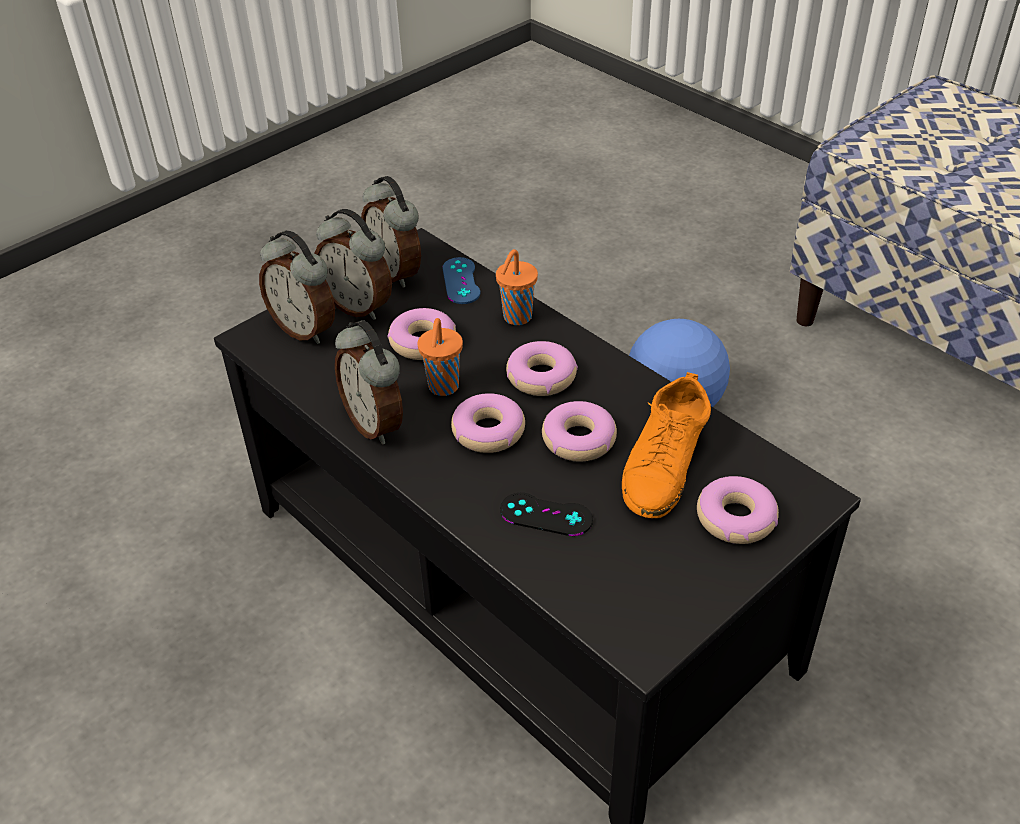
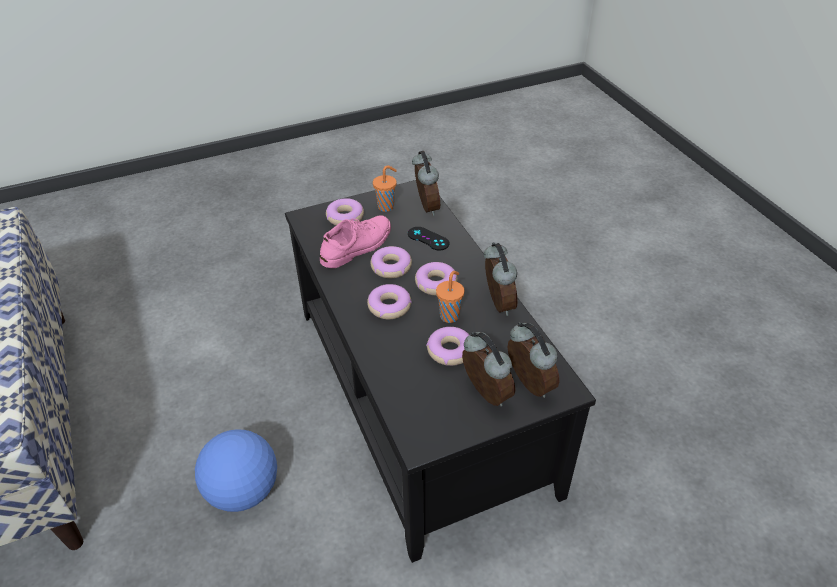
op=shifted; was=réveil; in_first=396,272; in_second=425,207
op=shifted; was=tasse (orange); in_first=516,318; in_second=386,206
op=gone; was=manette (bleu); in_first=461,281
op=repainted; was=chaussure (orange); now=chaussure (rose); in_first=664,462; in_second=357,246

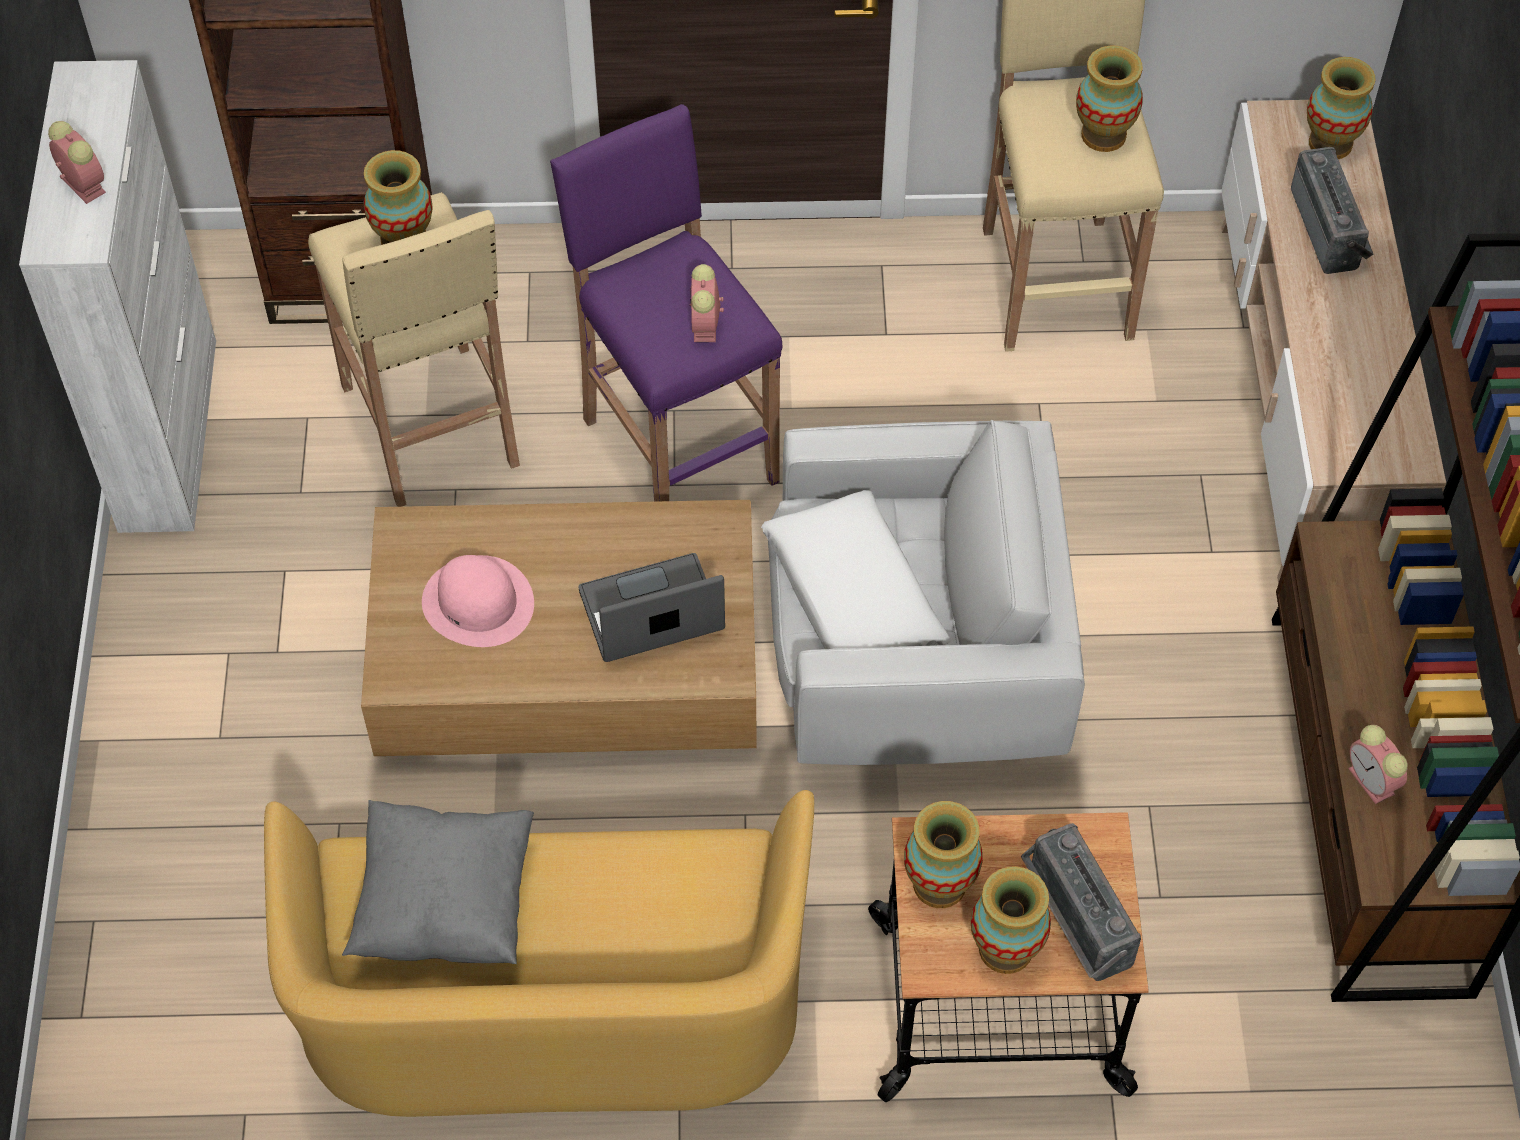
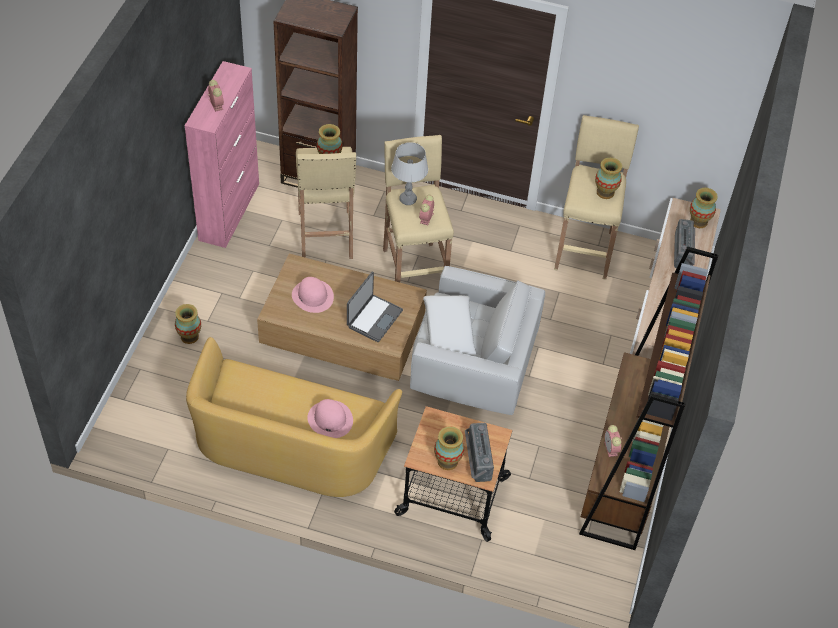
op=repainted; was=meuble de rangement (blanc); now=meuble de rangement (rose); in_first=169,433; in_second=229,211
op=repainted; was=tabouret (violet); now=tabouret (beige); in_first=677,447; in_second=414,269
op=rotated; was=ordinateur portable; in_first=652,614; in_second=374,318; clockwise=120
op=gone; was=coussin (gris); in_first=445,904
op=shifted; was=vase; in_first=939,883; in_second=189,336
op=new; now=lampe de table (gris); in_second=407,199
op=new; now=chapeau (rose); in_second=330,419

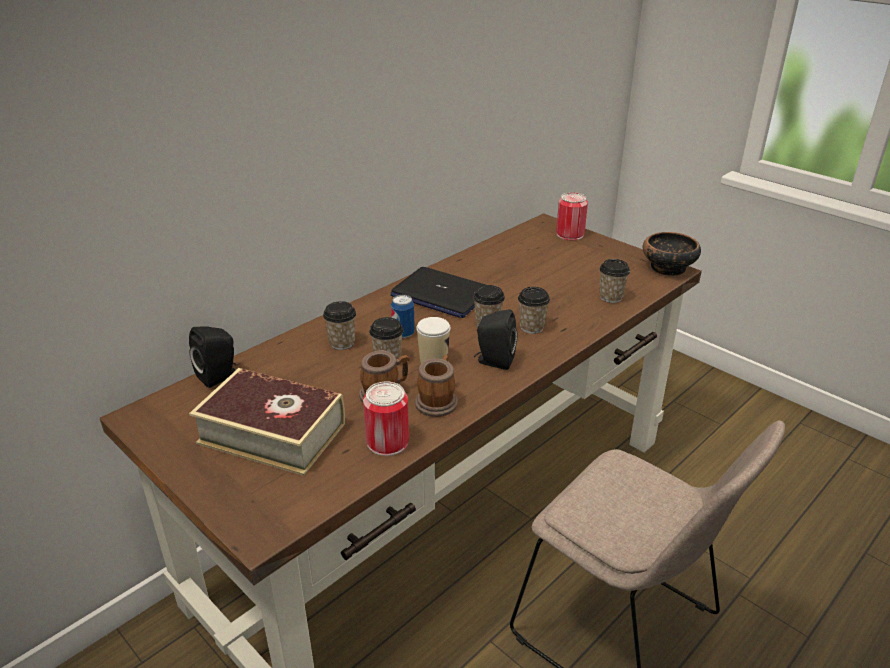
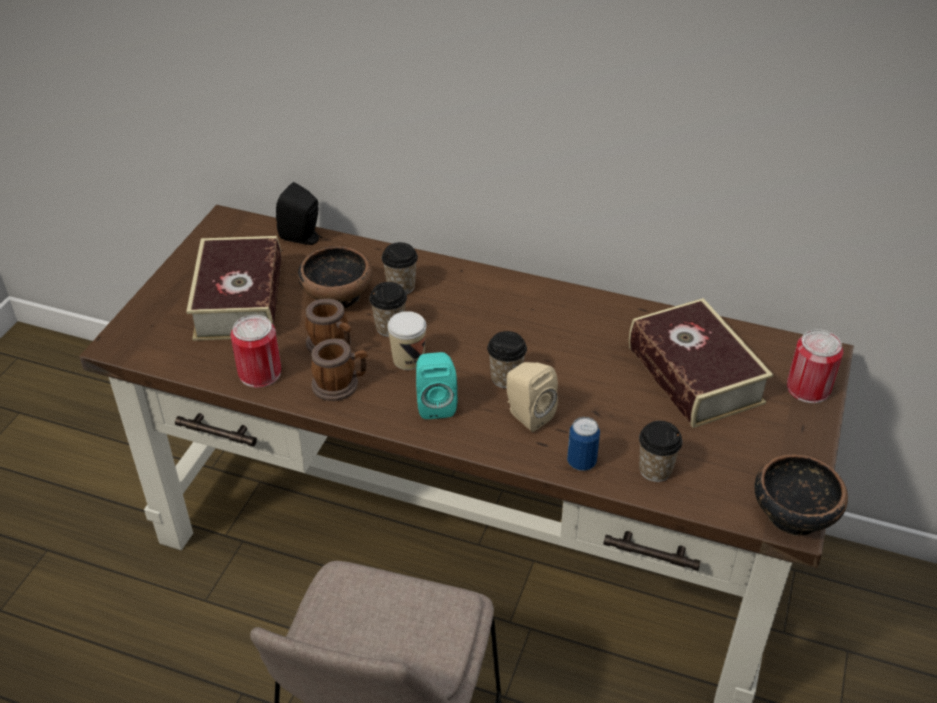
op=gone; was=ordinateur portable; in_first=440,294
op=swapped; was=tasse; now=enceinte (beige); in_first=531,327; in_second=527,415
op=shifted; was=boîte métallique; in_first=403,334; in_second=581,462
op=repainted; was=enceinte (noir); now=enceinte (turquoise); in_first=493,361; in_second=435,404
op=new; now=bol; in_second=338,295
op=new; now=livre; in_second=694,375

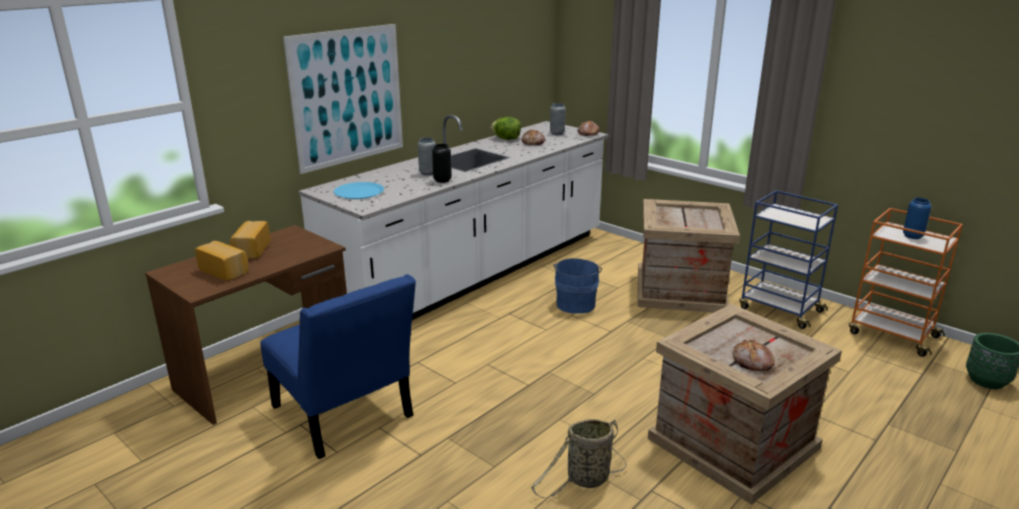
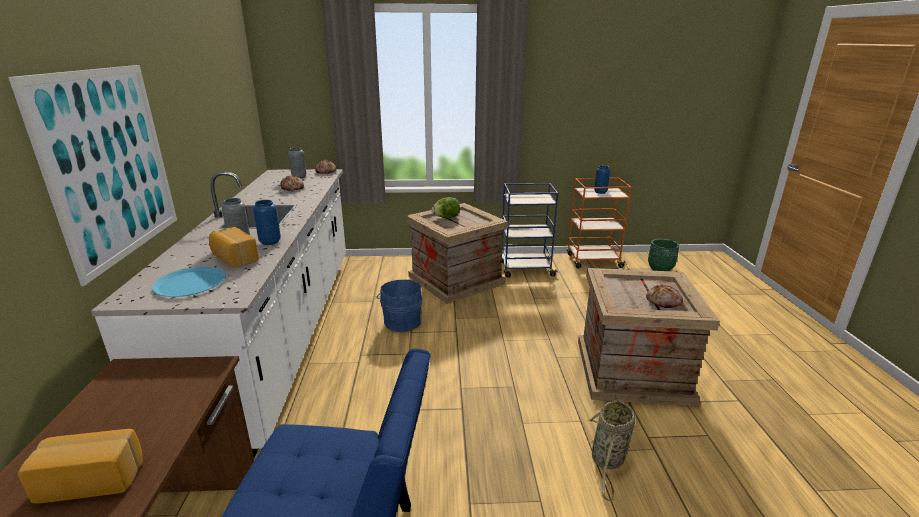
op=shifted; was=laitue; in_first=506,139; in_second=446,217
op=repainted; was=vase (noir); now=vase (bleu); in_first=442,180; in_second=270,242
op=shifted; was=pain; in_first=250,250; in_second=234,258

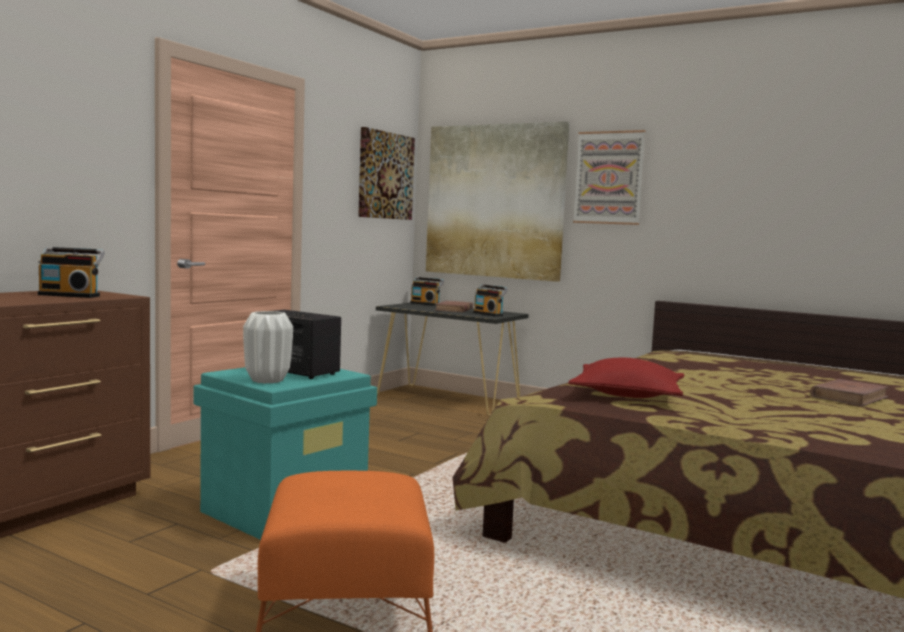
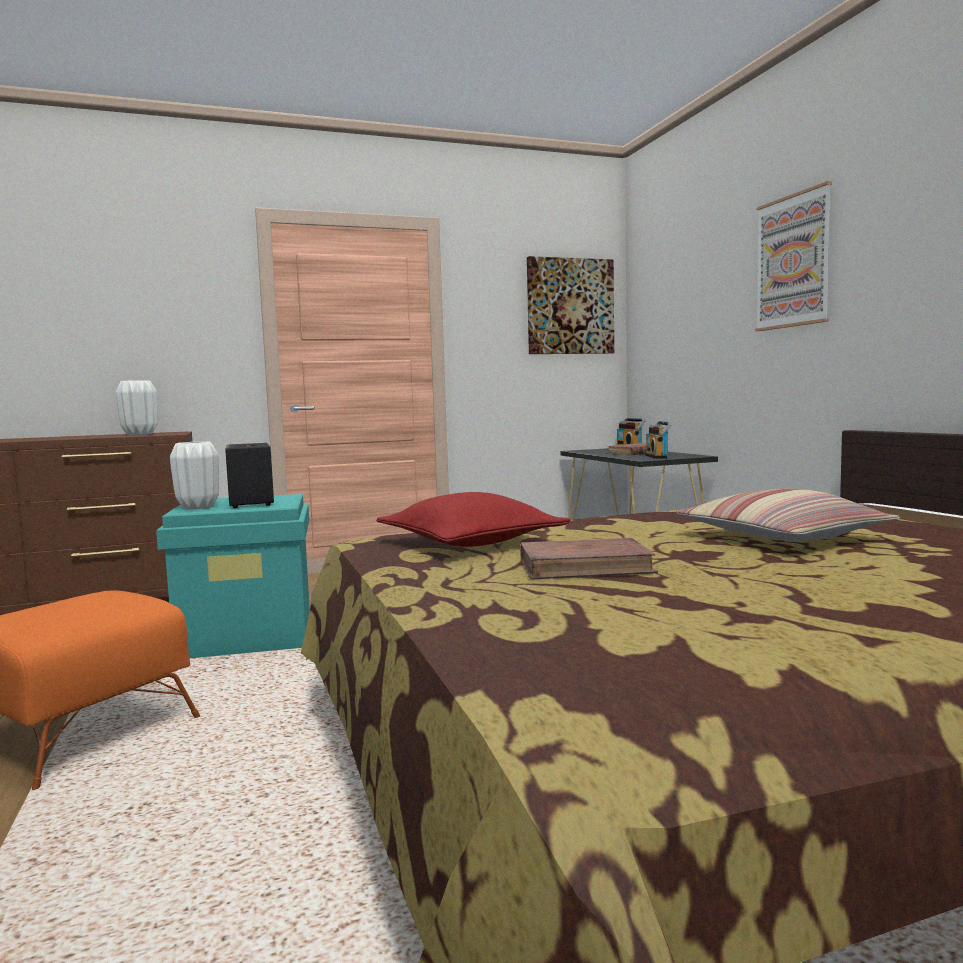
op=gone; was=tableau; in_first=495,201
op=swapped; was=radio; now=vase (blanc); in_first=70,295; in_second=140,434
op=shifted; was=livre (marron); in_first=849,397; in_second=585,566
op=new; now=coussin; in_second=782,537

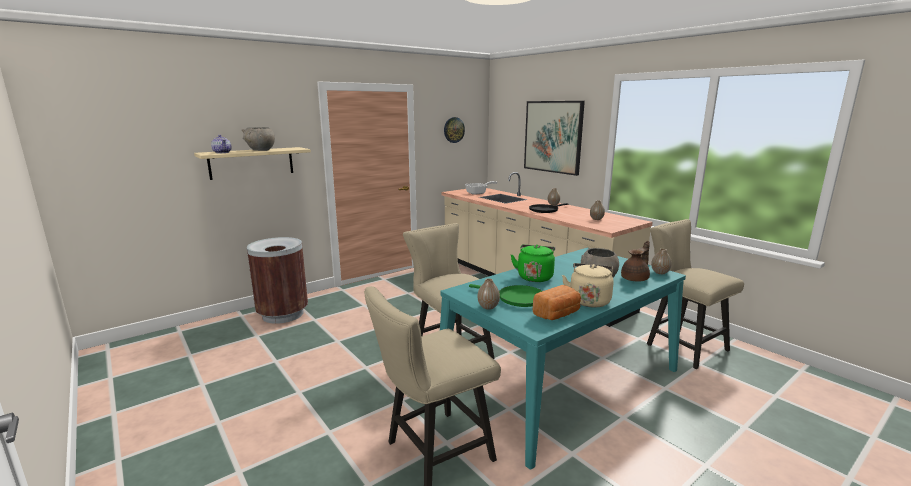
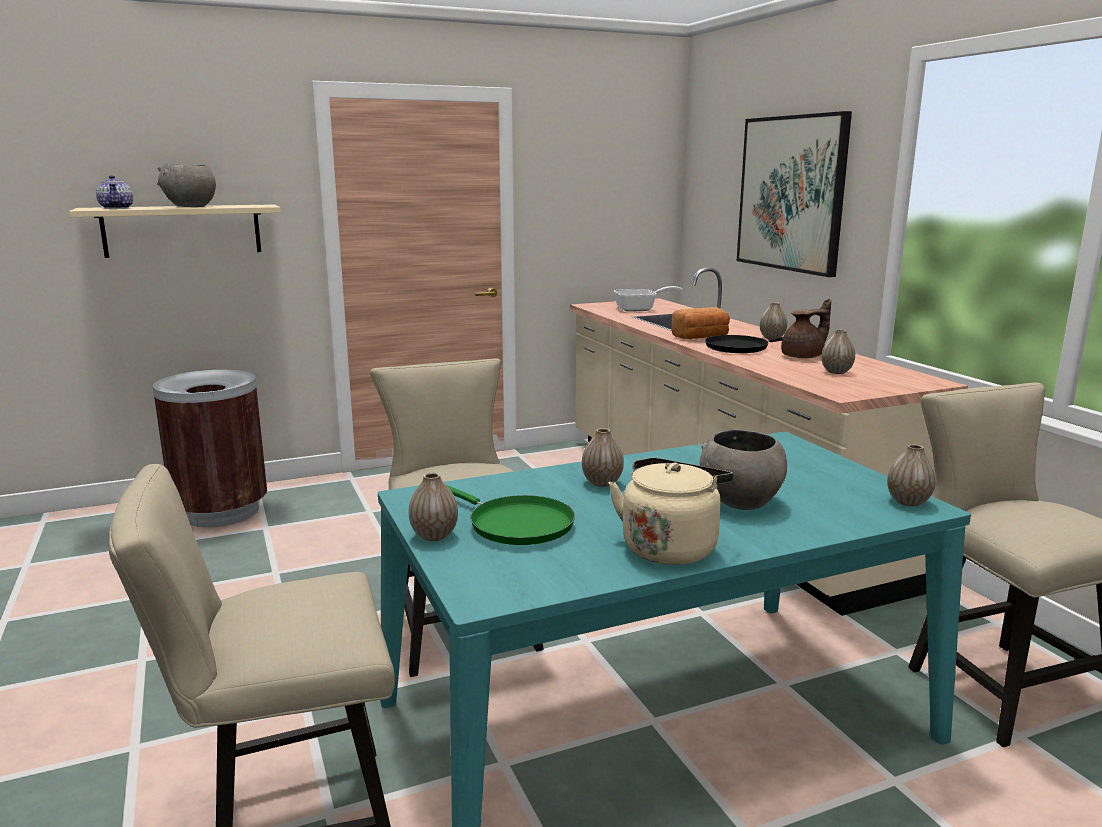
op=gone; was=horloge murale; in_first=453,130
op=shifted; was=théière (marron); in_first=635,279; in_second=804,356
op=swapped; was=bouilloire (vert); now=vase; in_first=535,277; in_second=602,483
op=shifted; was=pain; in_first=557,314; in_second=701,337

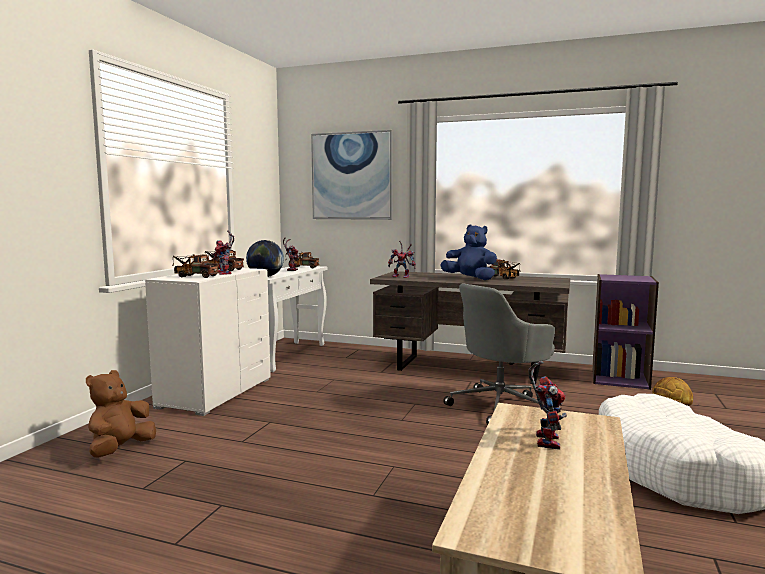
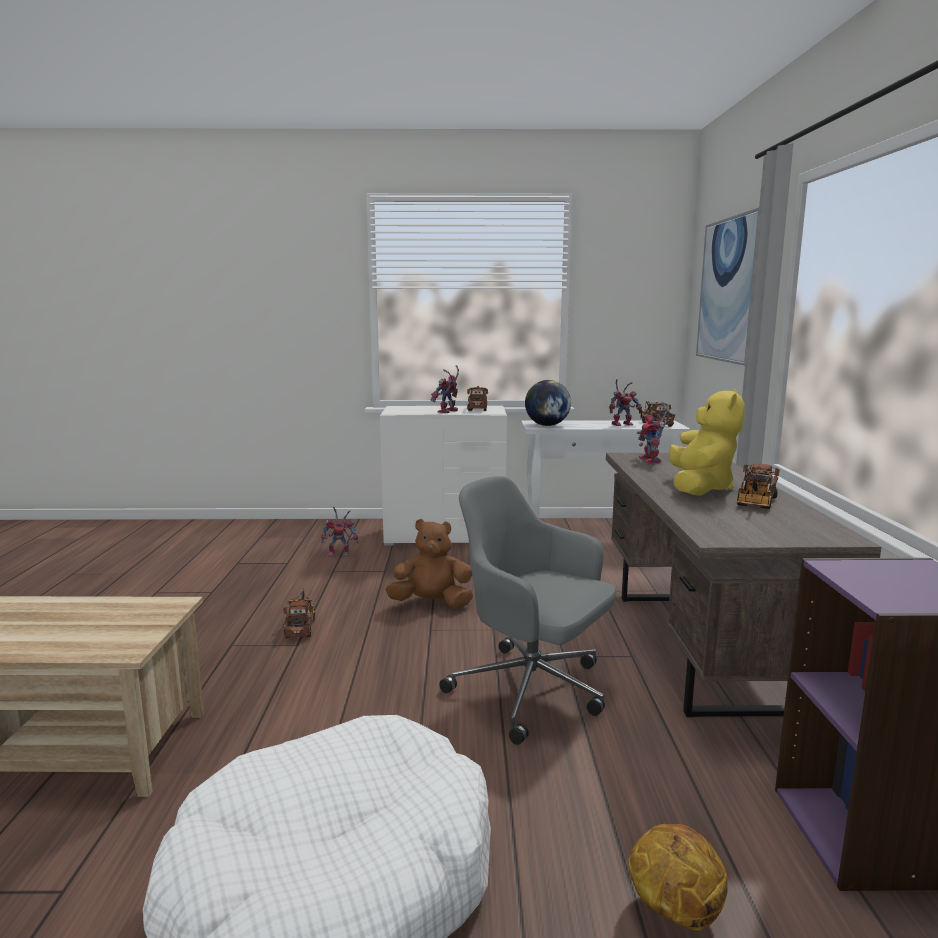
op=repainted; was=peluche (bleu); now=peluche (jaune); in_first=470,279; in_second=700,488
op=shifted; was=camion jouet; in_first=194,276; in_second=301,626
op=shifted; was=robot jouet; in_first=544,439; in_second=341,553
op=shifted; was=peluche (marron); in_first=120,449; in_second=432,603

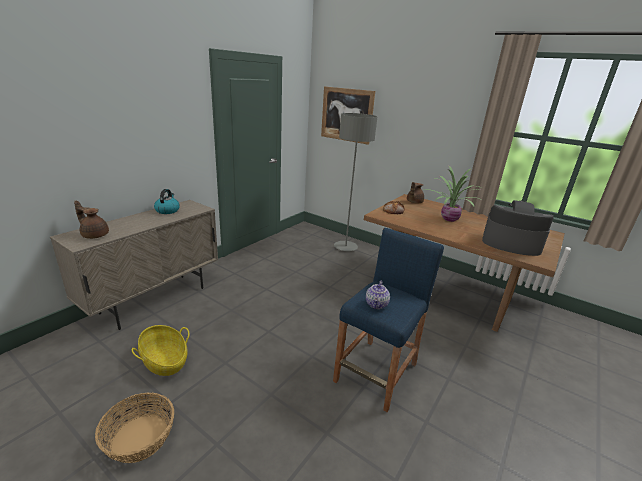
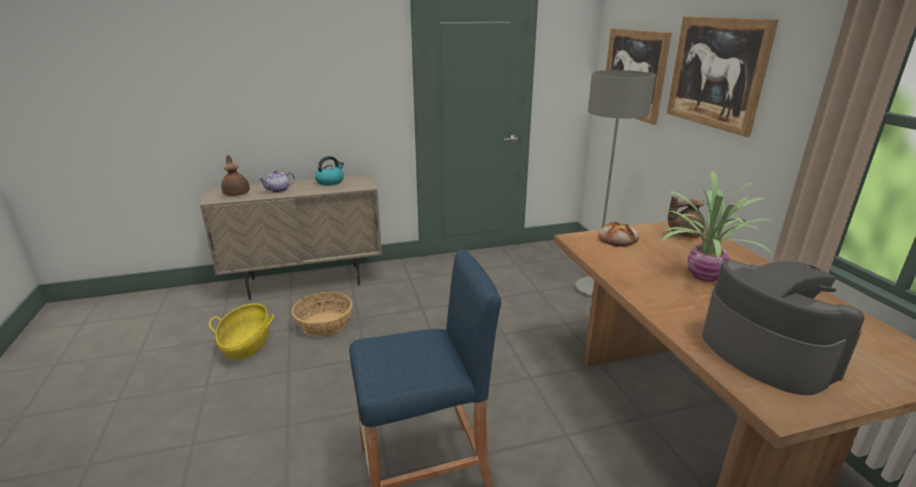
op=shifted; was=théière; in_first=377,305; in_second=278,190
op=shifted; was=panier; in_first=139,438; in_second=324,324
op=new; now=tableau; in_second=716,73

